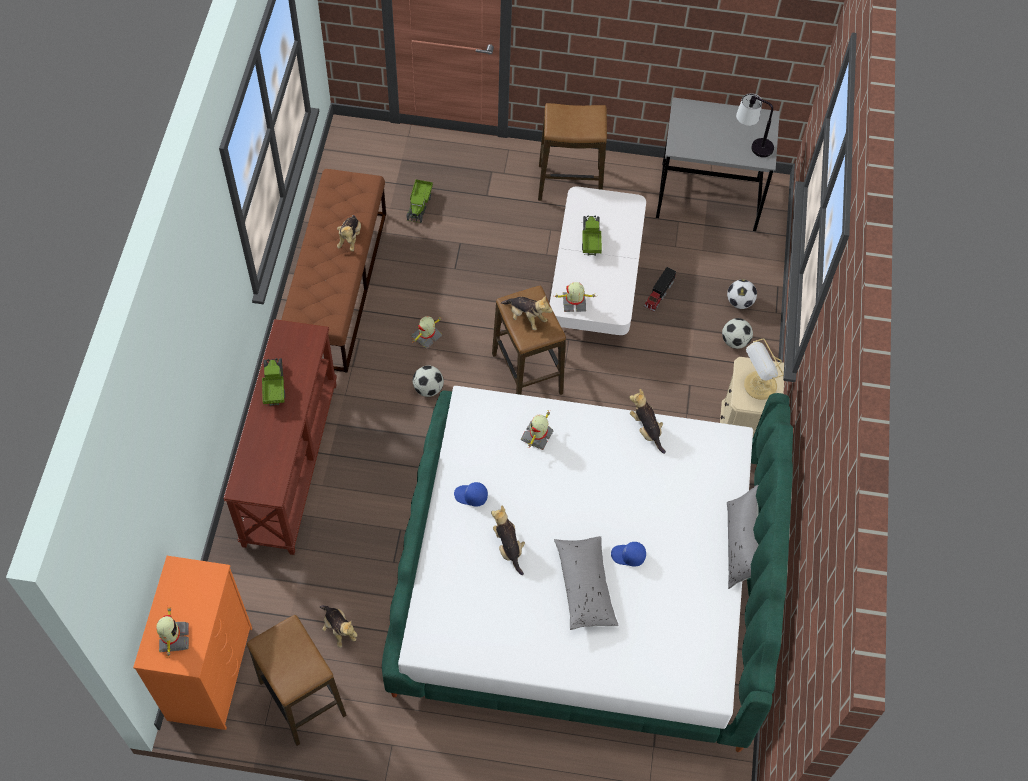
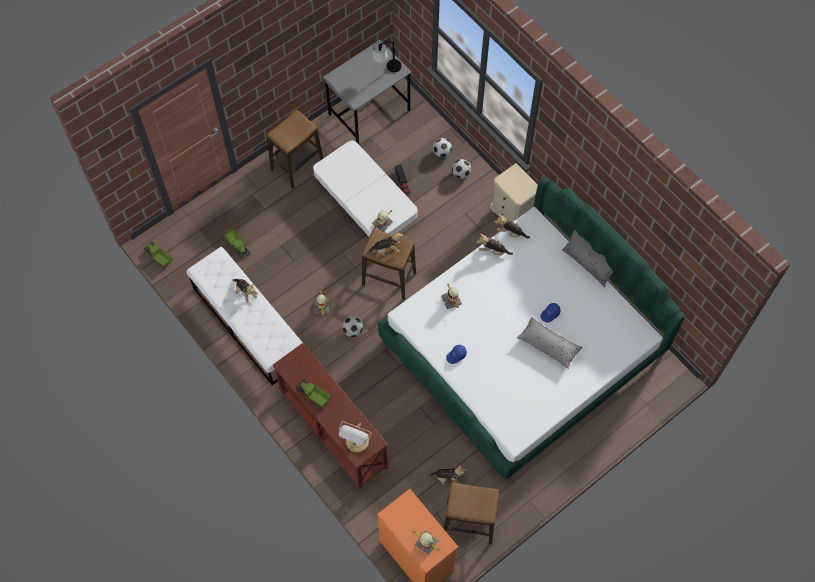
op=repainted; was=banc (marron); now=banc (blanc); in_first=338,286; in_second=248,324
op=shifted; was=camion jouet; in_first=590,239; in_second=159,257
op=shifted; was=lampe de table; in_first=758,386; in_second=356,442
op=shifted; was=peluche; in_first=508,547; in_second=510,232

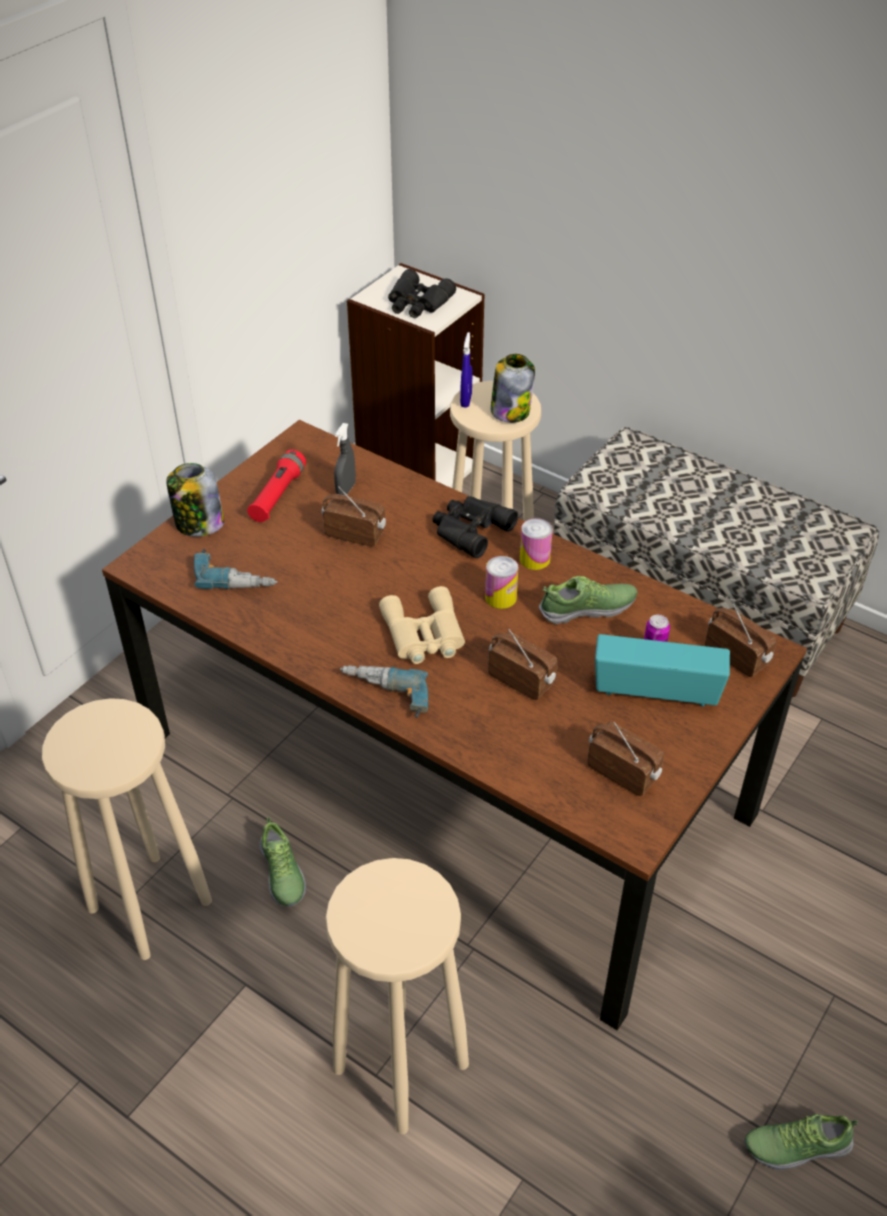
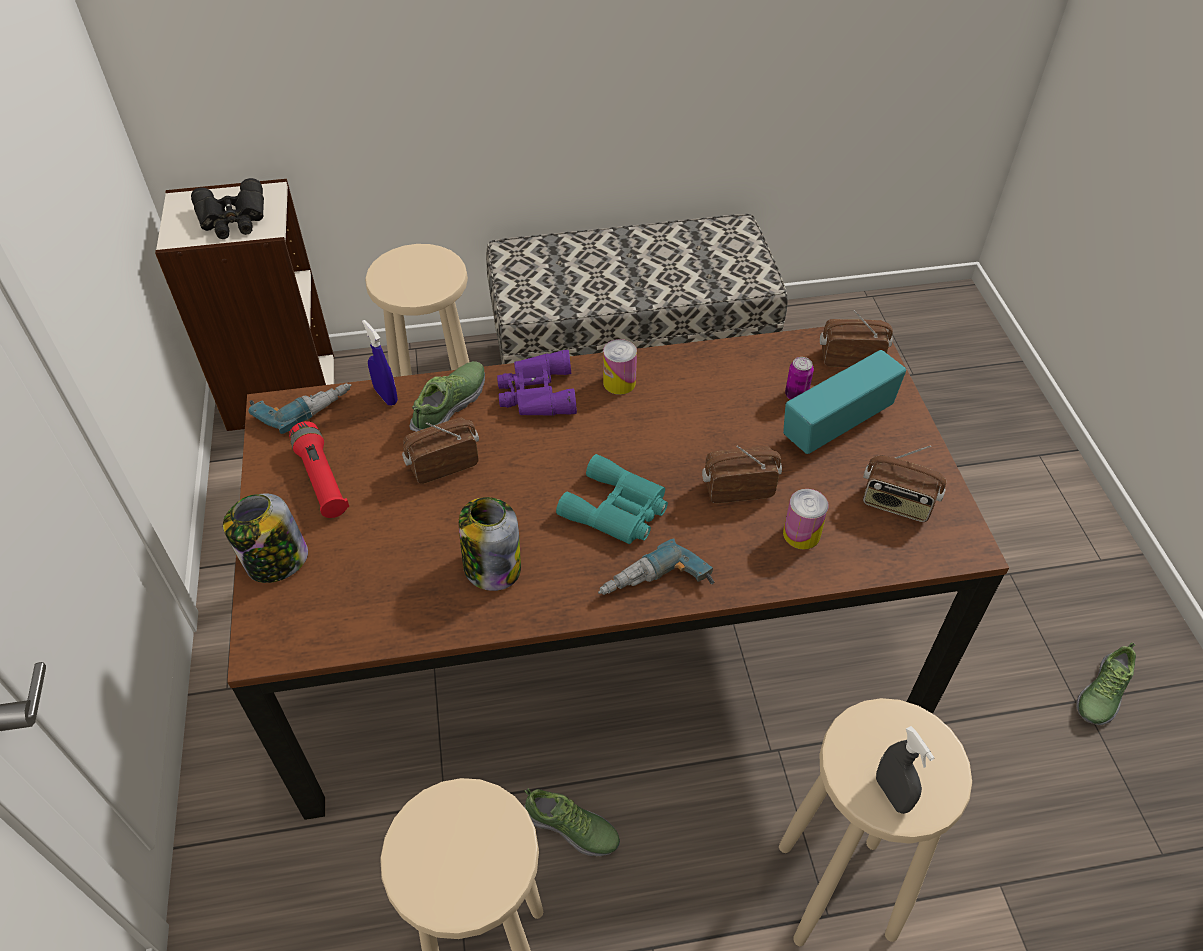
op=shifted; was=vaporisateur (bleu); in_first=466,400; in_second=386,396
op=shifted; was=bocal; in_first=510,411; in_second=491,566
op=shifted; was=vaporisateur (gris); in_first=346,490; in_second=892,794
op=repainted; was=jumelles (noir); now=jumelles (violet); in_first=469,530; in_second=536,393
op=shifted; was=perceuse; in_first=236,576; in_second=302,406
op=shifted; was=boîte métallique; in_first=500,597; in_second=801,534
op=shifted; was=chaussure; in_first=587,609; in_second=450,405
op=repainted; was=jumelles (beige); now=jumelles (turquoise); in_first=423,635; in_second=617,510
op=rotated; was=radio; in_first=623,772; in_second=896,504; clockwise=-150

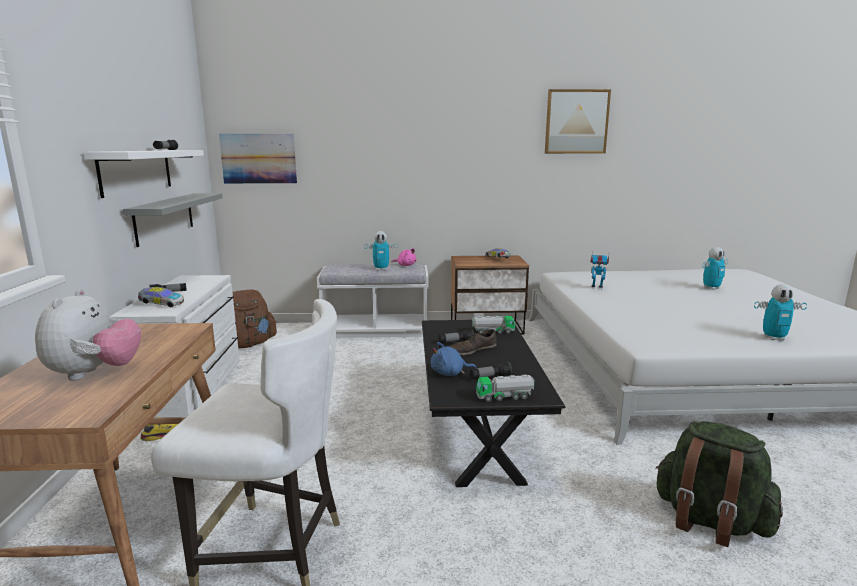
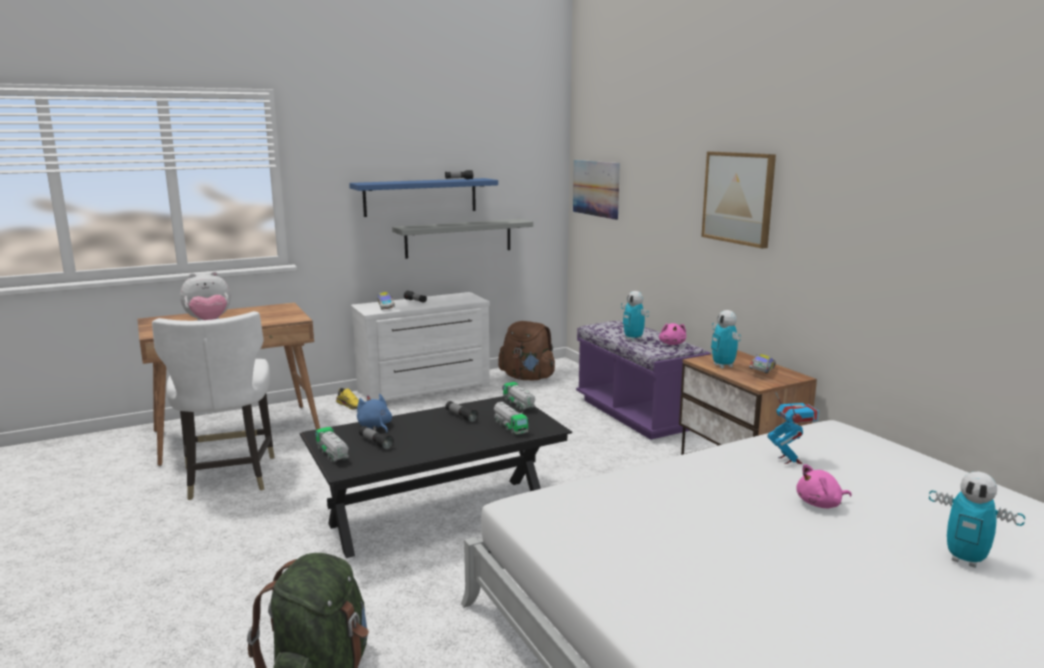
op=shifted; was=tableau; in_first=576,122; in_second=738,198
op=repainted; was=étagère (blanc); now=étagère (bleu); in_first=136,171; in_second=420,197
op=repainted; was=banc (blanc); now=banc (violet); in_first=376,330; in_second=637,414
op=shifted; was=robot jouet; in_first=774,338; in_second=723,366
op=gone; was=chaussure (marron); in_first=472,350
op=new; now=camion jouet; in_second=519,404
op=new; now=peluche (rose); in_second=820,504

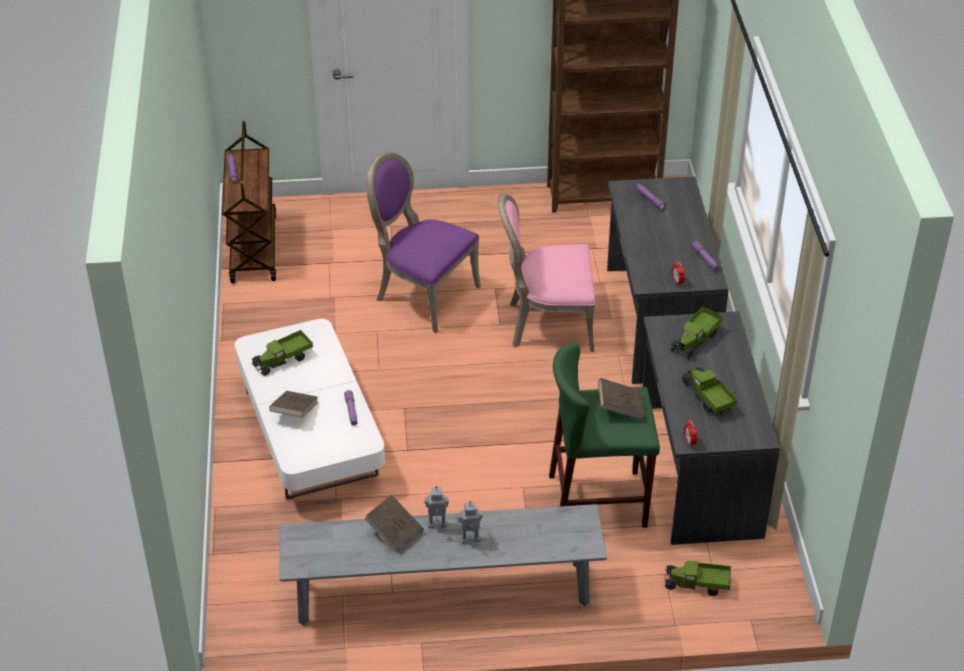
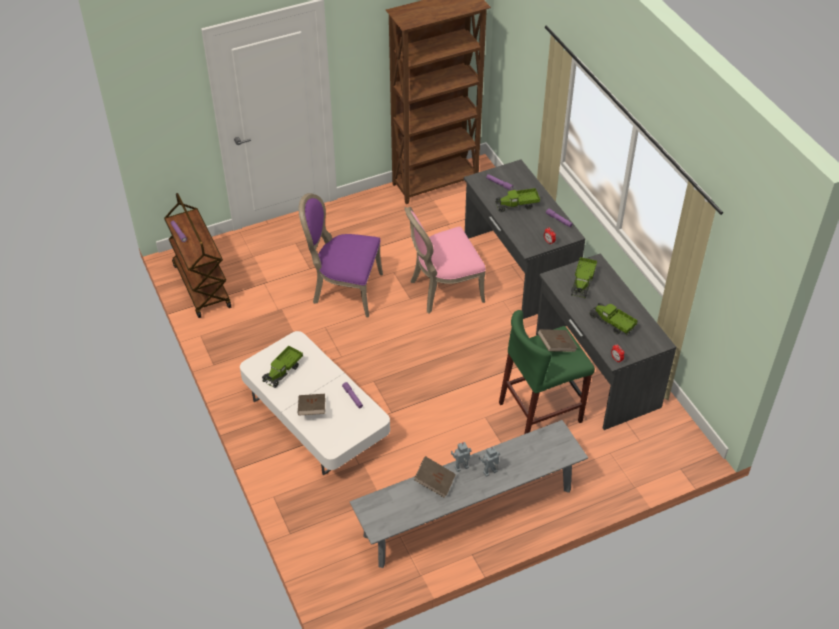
op=shifted; was=camion jouet; in_first=697,584; in_second=517,205

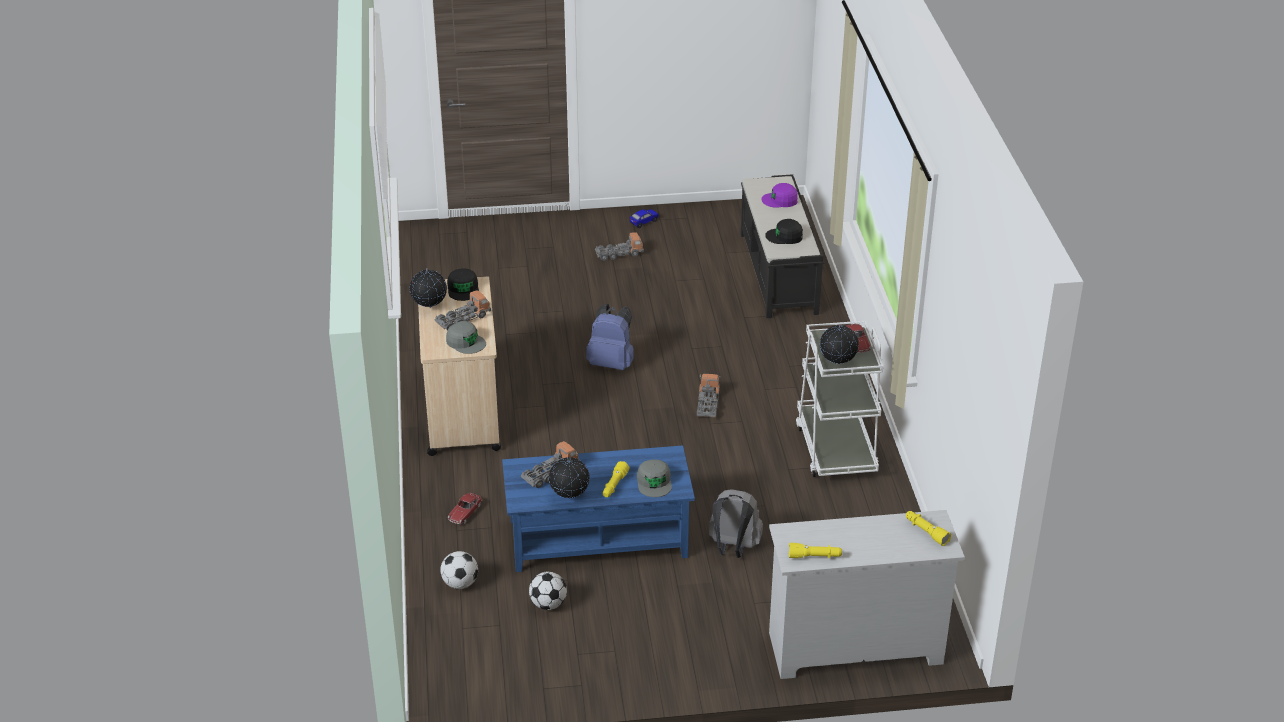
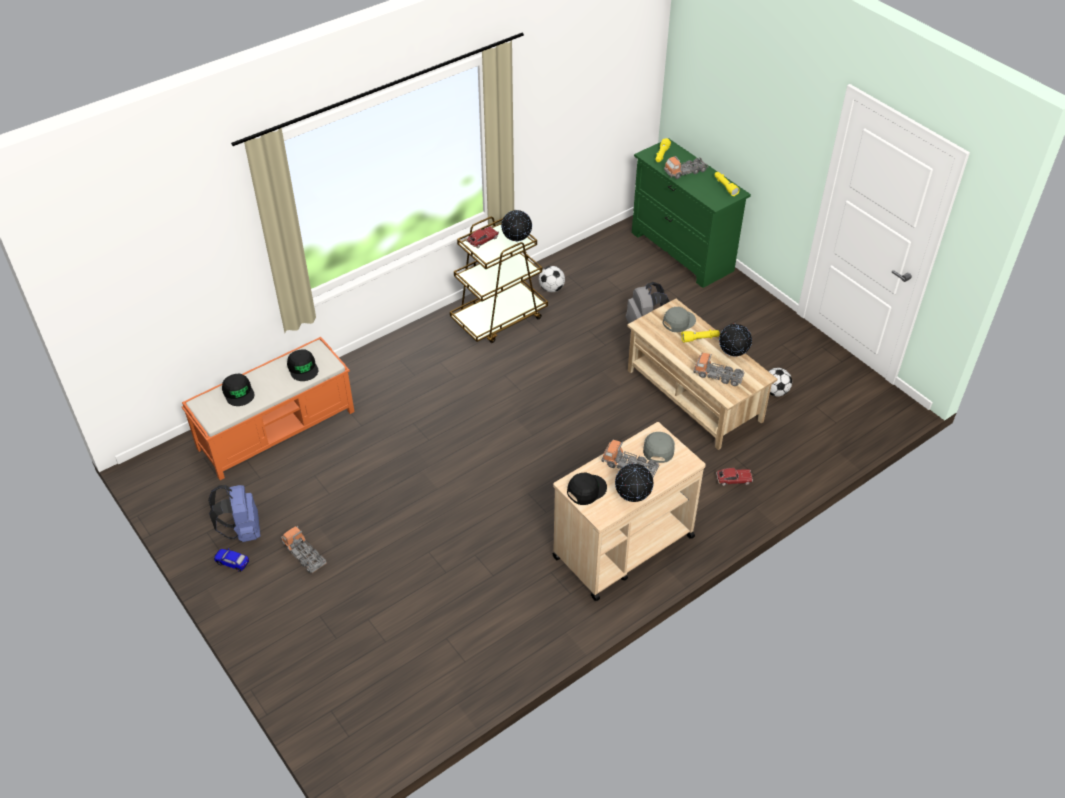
op=repainted; was=banc (noir); now=banc (orange); in_first=778,274; in_second=277,429
op=repainted; was=casquette (violet); now=casquette (noir); in_first=780,200; in_second=238,392
op=shifted; was=sac à dos (bleu); in_first=612,363; in_second=242,531
op=repainted; was=chariot (blanc); now=chariot (marron); in_first=836,448; in_second=499,318
op=shifted; was=camion jouet; in_first=708,404; in_second=685,171
op=repainted; was=table basse (bleu); now=table basse (beige); in_first=598,538; in_second=693,395
op=repainted; was=commode (blanc); now=commode (vert); in_first=854,648; in_second=682,252
op=shifted; was=ballon de foot; in_first=460,583; in_second=551,289

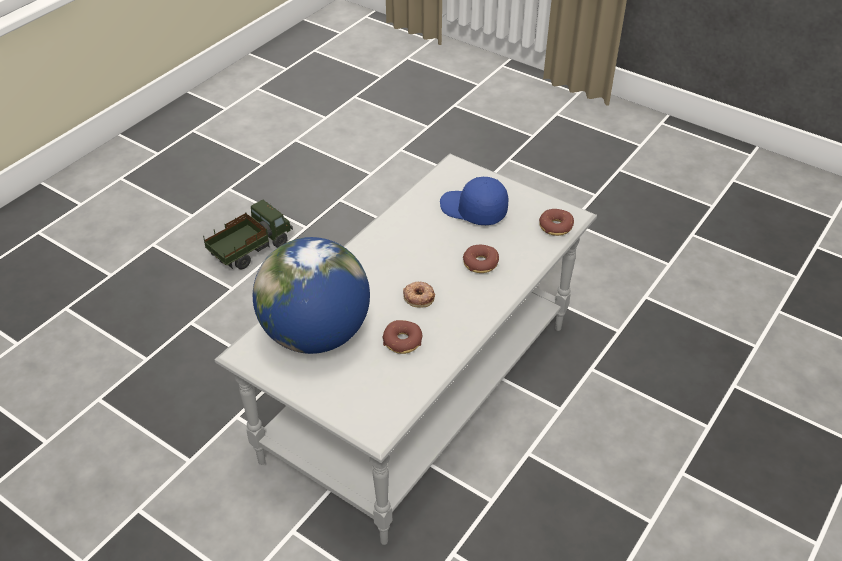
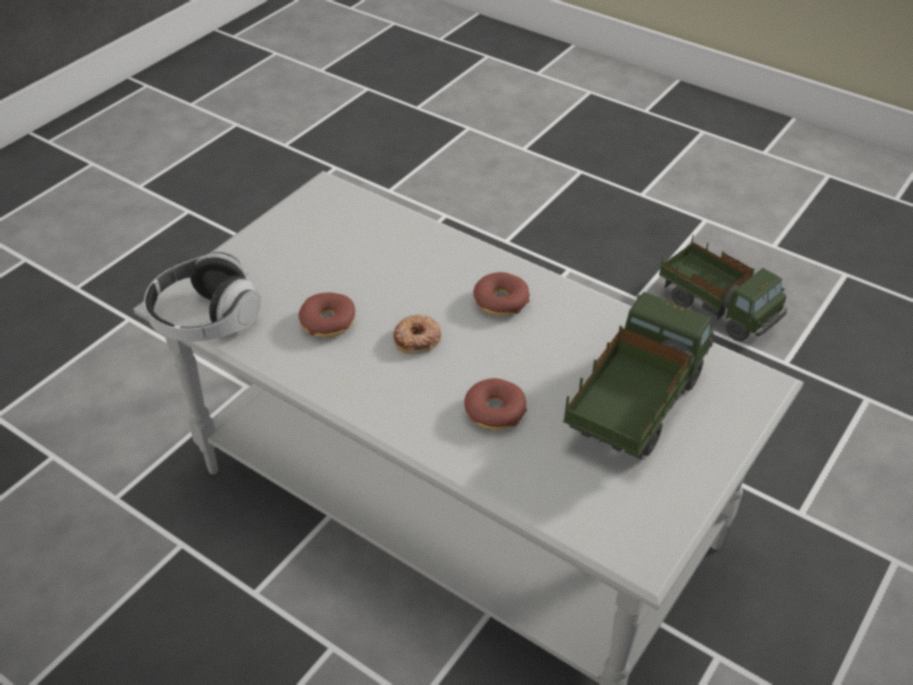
op=swapped; was=casquette (bleu); now=camion jouet; in_first=473,210; in_second=634,406
op=shifted; was=beignet; in_first=555,227; in_second=500,301
op=gone; was=globe; in_first=316,334
op=new; now=casque audio; in_second=205,319

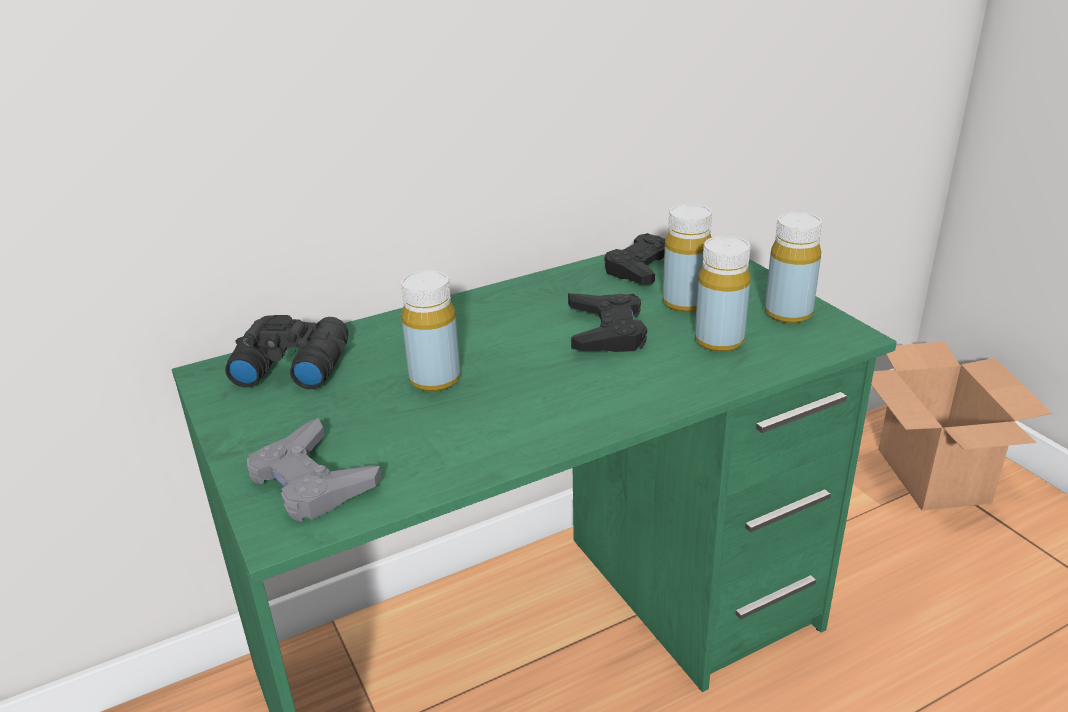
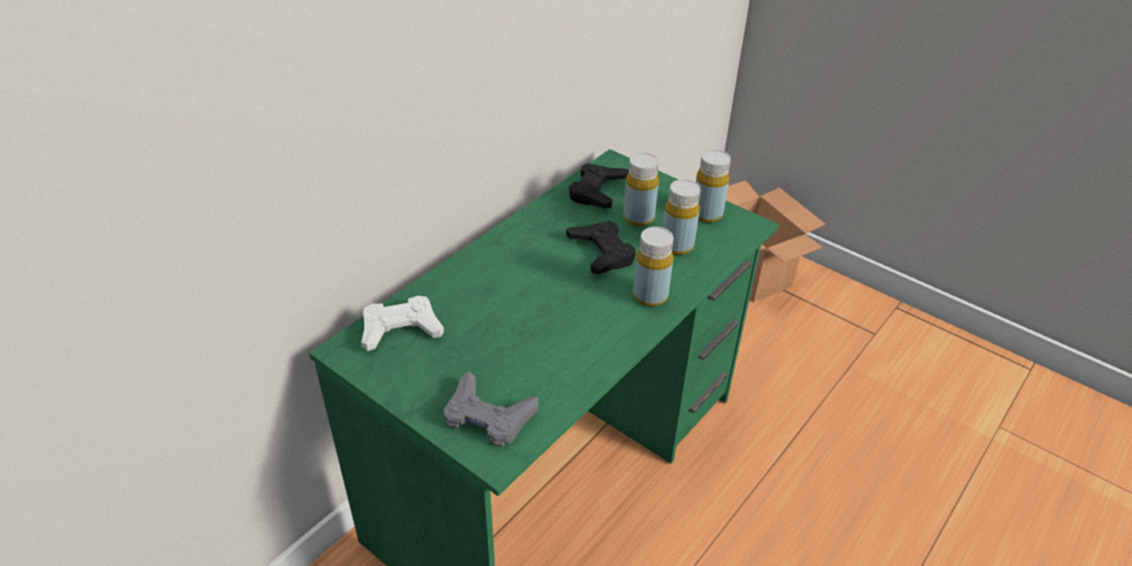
op=shifted; was=bouteille (jaune); in_first=435,379; in_second=650,296
op=swapped; was=jumelles (noir); now=manette (blanc); in_first=290,365; in_second=400,329

